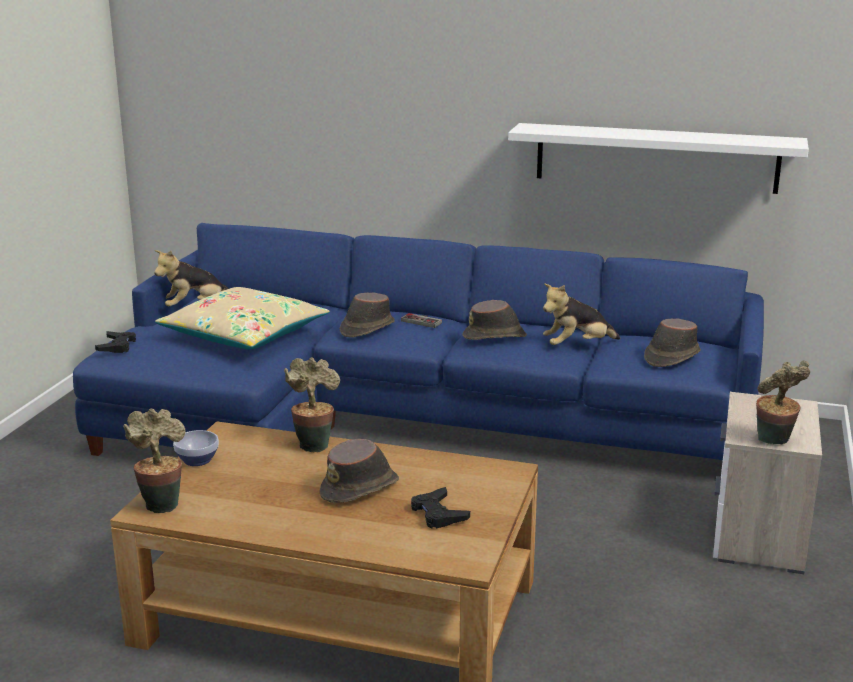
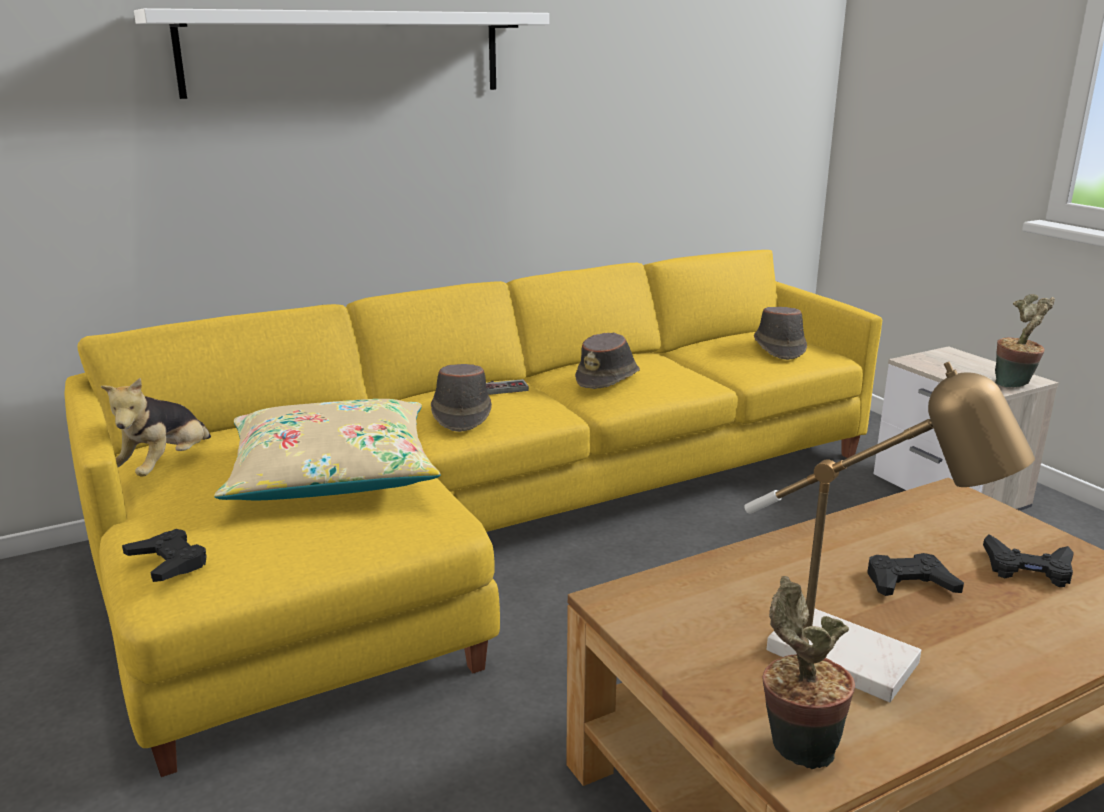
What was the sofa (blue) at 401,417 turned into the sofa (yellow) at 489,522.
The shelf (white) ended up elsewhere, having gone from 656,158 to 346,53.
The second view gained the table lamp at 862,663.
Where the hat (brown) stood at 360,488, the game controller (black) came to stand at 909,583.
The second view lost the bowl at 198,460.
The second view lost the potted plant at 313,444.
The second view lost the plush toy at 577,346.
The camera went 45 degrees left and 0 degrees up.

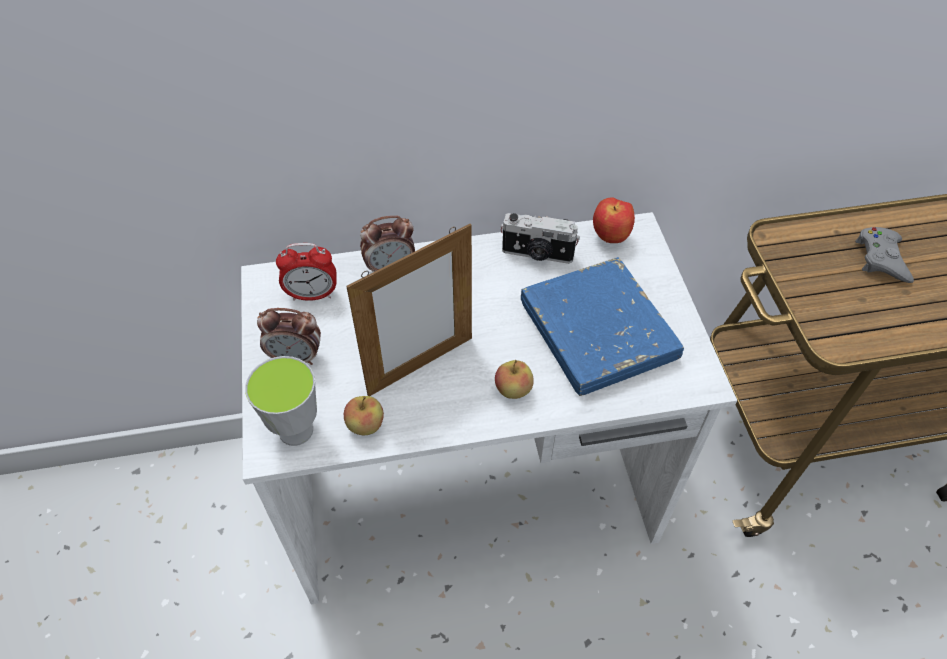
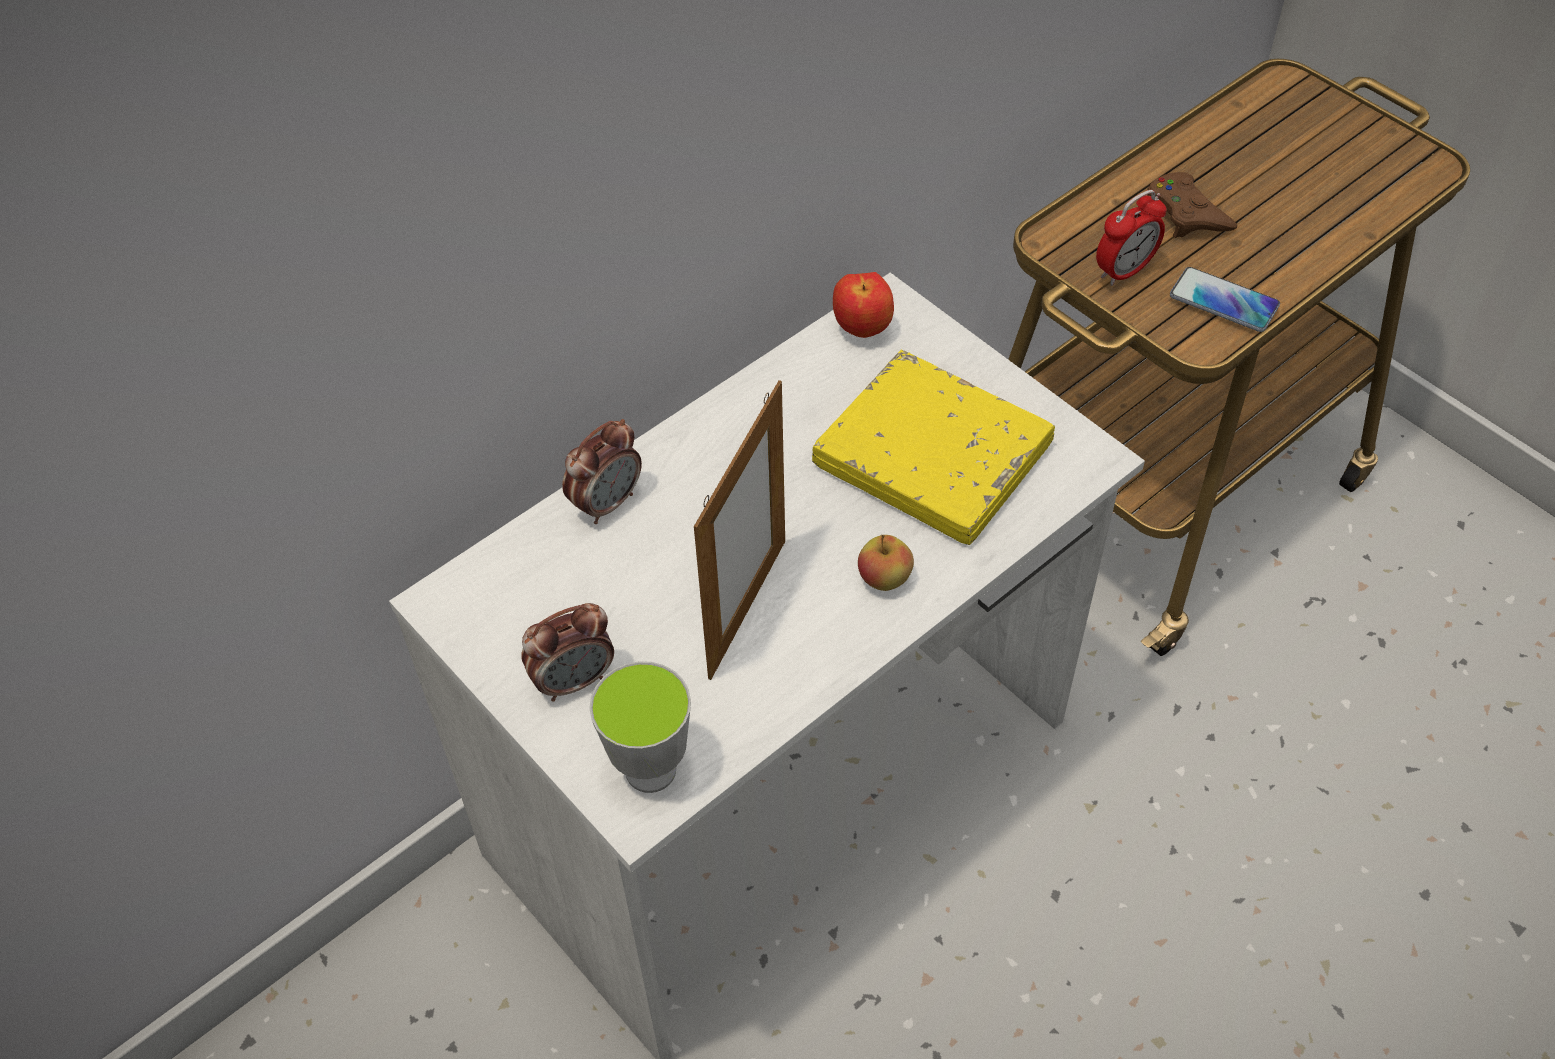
What was the book (blue) at 597,331 turned into the book (yellow) at 932,456.
The alarm clock ended up elsewhere, having gone from 312,295 to 1124,271.
What was the game controller (grey) at 881,259 turned into the game controller (brown) at 1185,213.
The second view gained the phone at 1223,301.
The second view lost the apple at 365,425.
The second view lost the photo camera at 537,254.
The camera went 30 degrees left and 0 degrees up.

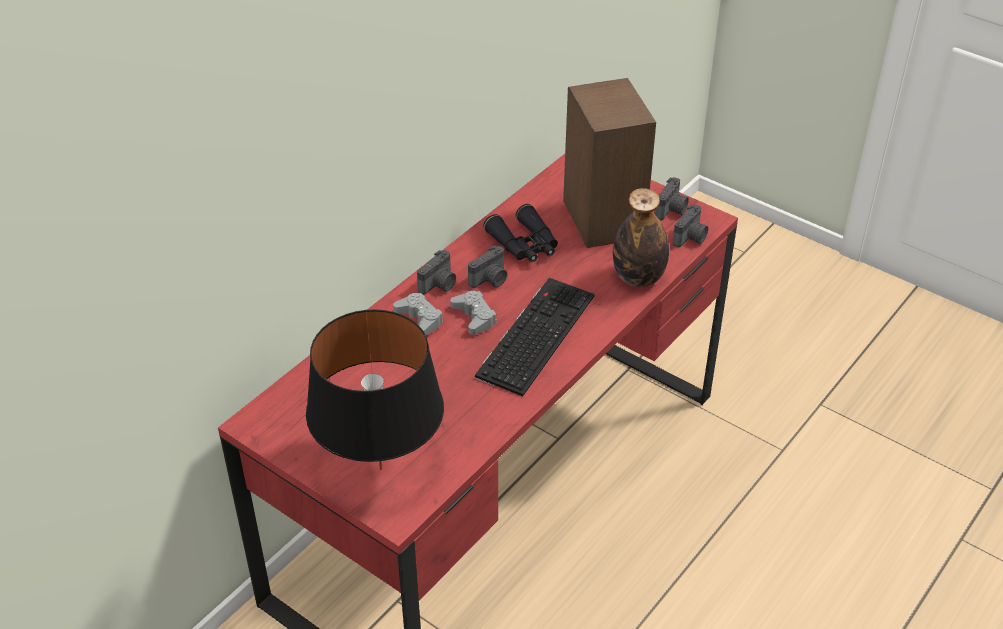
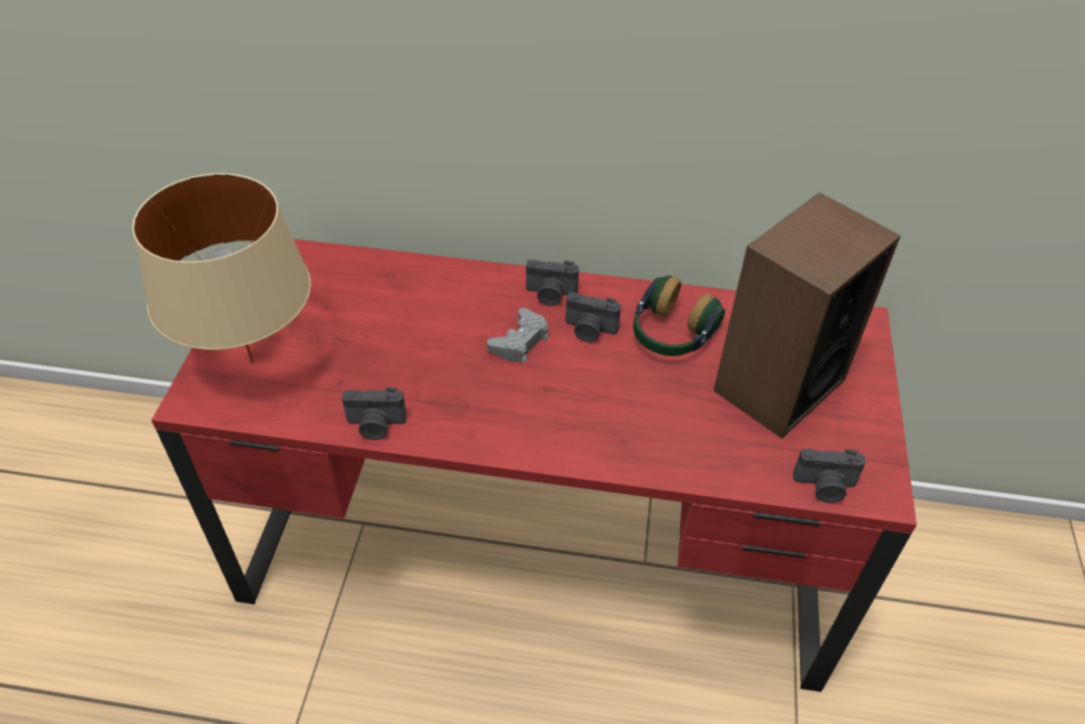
What was the table lamp (black) at 380,469 turned into the table lamp (beige) at 252,362.
The photo camera ended up elsewhere, having gone from 672,210 to 375,425.
Where the binoculars (black) stood at 525,245, the headphones came to stand at 671,335.
The second view lost the game controller (grey) at 419,319.
The second view lost the keyboard at 535,334.
The second view lost the bottle at 638,278.
The camera went 60 degrees right and 5 degrees up.

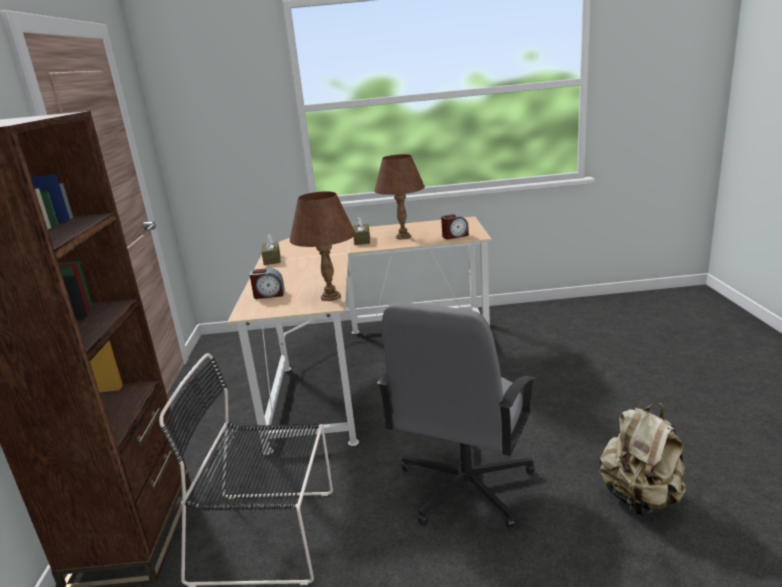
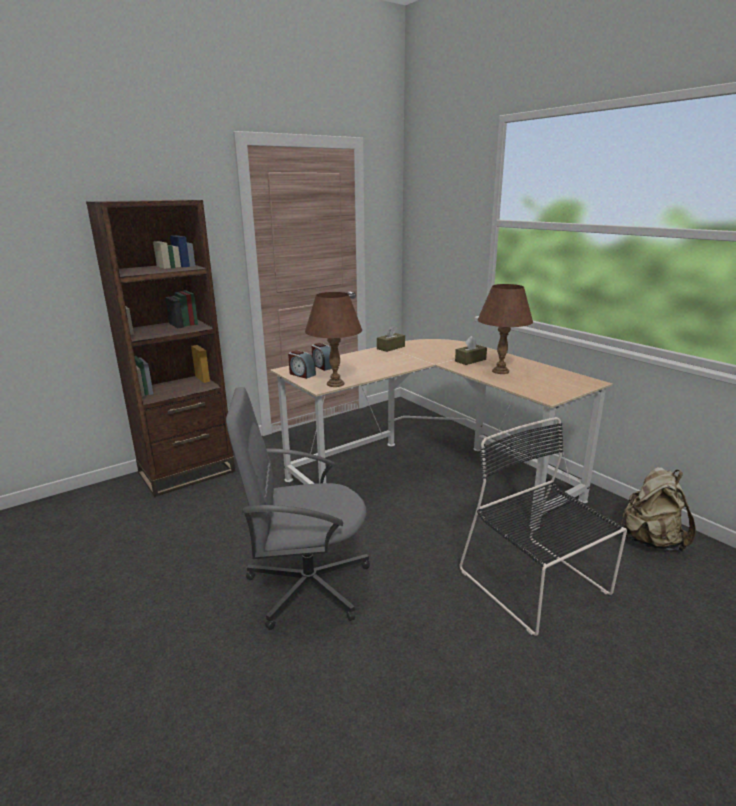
The alarm clock ended up elsewhere, having gone from 455,236 to 301,374.
The chair (black) ended up elsewhere, having gone from 270,535 to 536,585.
The backpack (beige) ended up elsewhere, having gone from 640,497 to 650,541.
The camera went 55 degrees right and 0 degrees up.

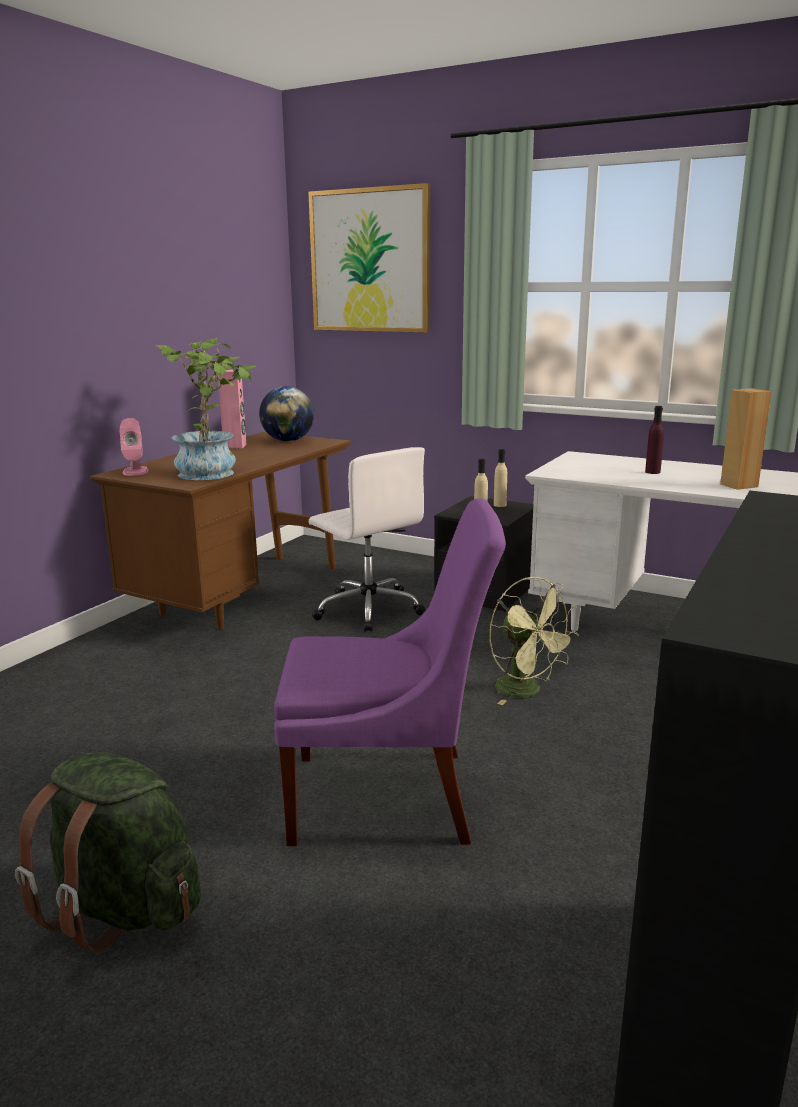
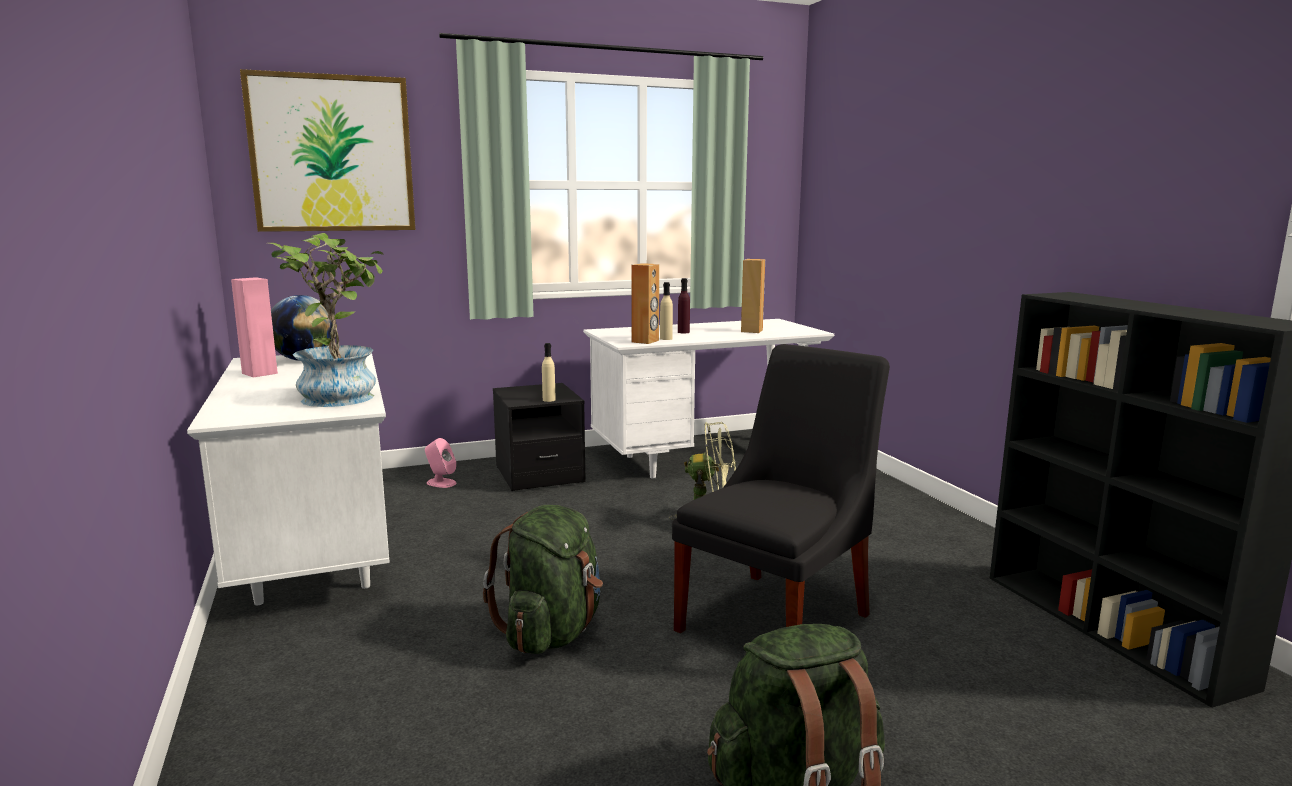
What was the desk (brown) at 242,595 turned into the desk (white) at 315,553.
The speaker (pink) ended up elsewhere, having gone from 135,471 to 441,483.
The second view gained the backpack (green) at 552,632.
The second view gained the speaker (brown) at 645,341.
The bottle (beige) ended up elsewhere, having gone from 500,505 to 666,339.
What was the chair (purple) at 390,797 turned into the chair (black) at 779,619.
The second view lost the office chair (white) at 368,609.
The camera went 50 degrees left and 5 degrees down.

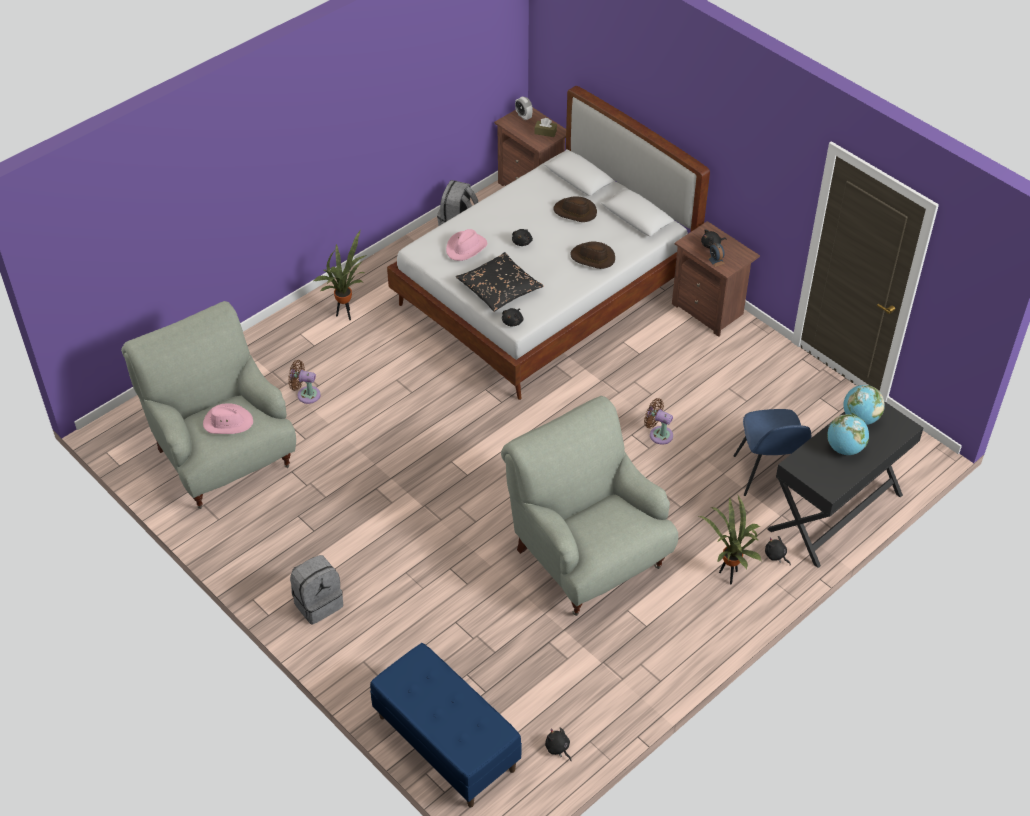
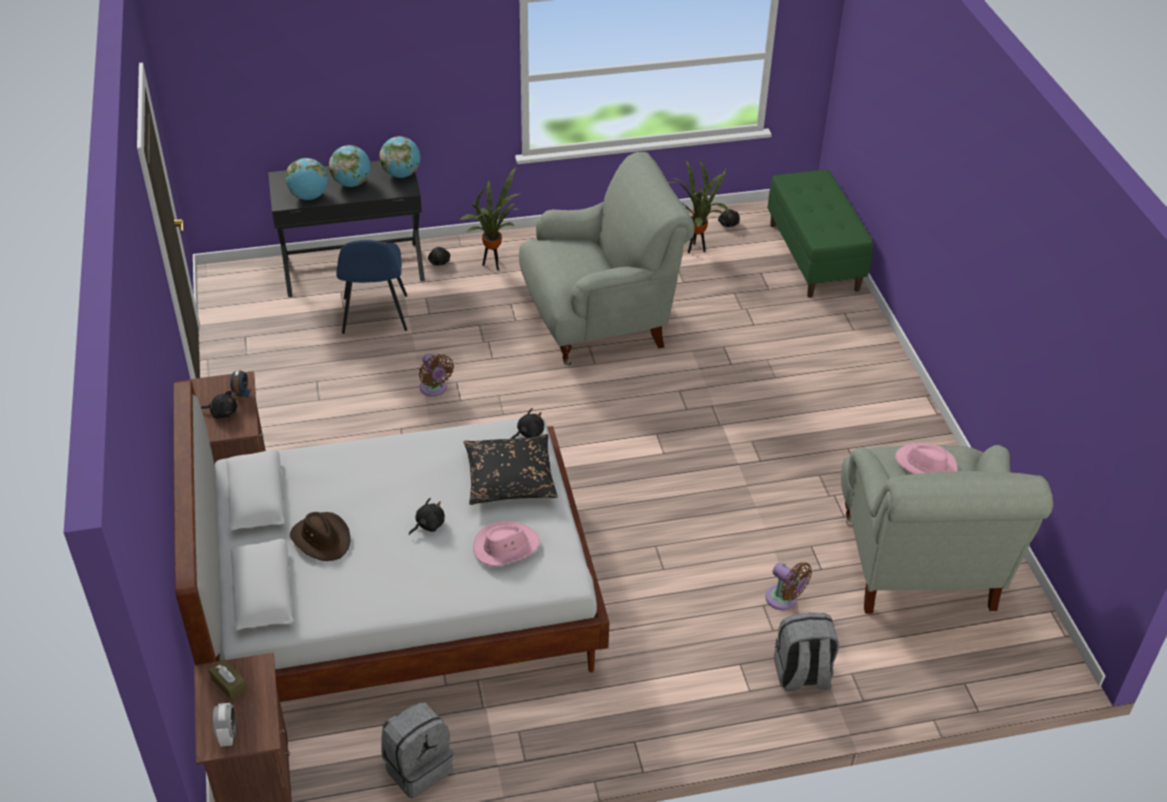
The chair (blue) at 768,475 ended up facing another way, 150 degrees clockwise from before.
The second view gained the globe at 401,174.
The armchair (grey) at 587,557 ended up facing another way, 105 degrees counterclockwise from before.
The potted plant ended up elsewhere, having gone from 346,314 to 694,249.
What was the bench (blue) at 445,743 turned into the bench (green) at 814,257.
The backpack (grey) ended up elsewhere, having gone from 318,603 to 801,675.
The second view lost the hat (brown) at 593,258.
The camera went 150 degrees left and 5 degrees down.

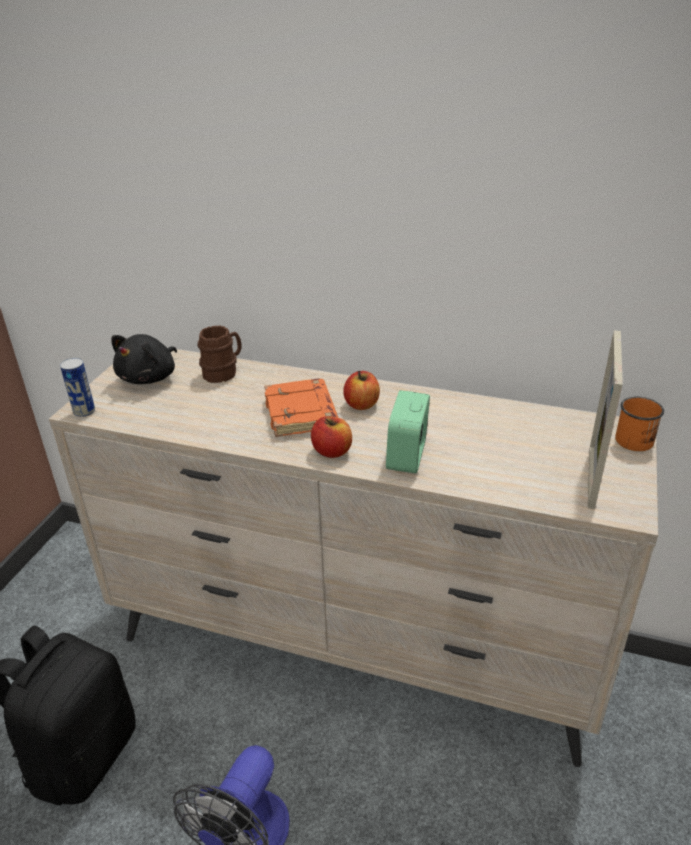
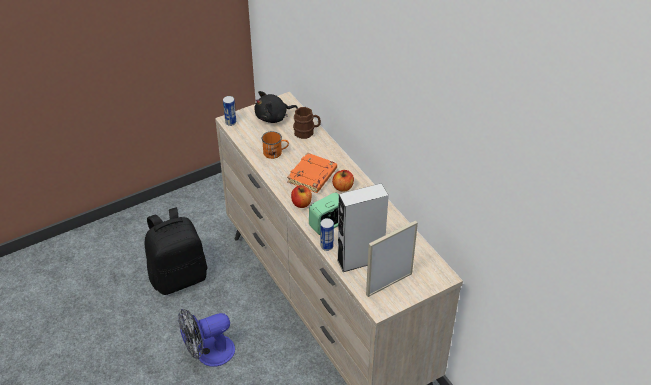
The mug (orange) ended up elsewhere, having gone from 637,438 to 275,152.
The second view gained the can at 327,246.
The second view gained the speaker (grey) at 360,260.
The camera went 40 degrees right and 10 degrees up.

